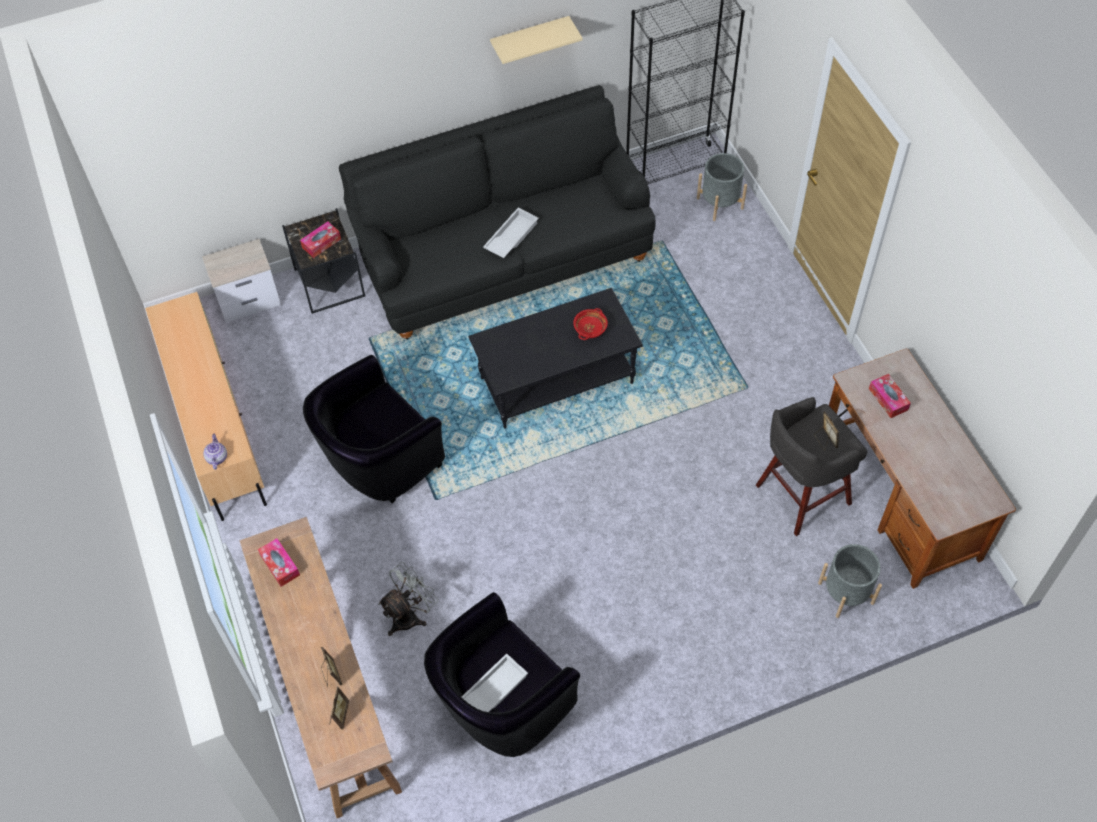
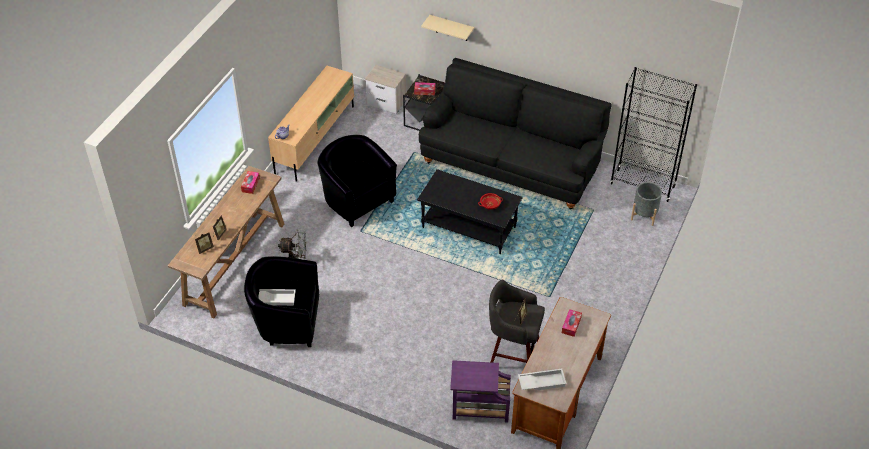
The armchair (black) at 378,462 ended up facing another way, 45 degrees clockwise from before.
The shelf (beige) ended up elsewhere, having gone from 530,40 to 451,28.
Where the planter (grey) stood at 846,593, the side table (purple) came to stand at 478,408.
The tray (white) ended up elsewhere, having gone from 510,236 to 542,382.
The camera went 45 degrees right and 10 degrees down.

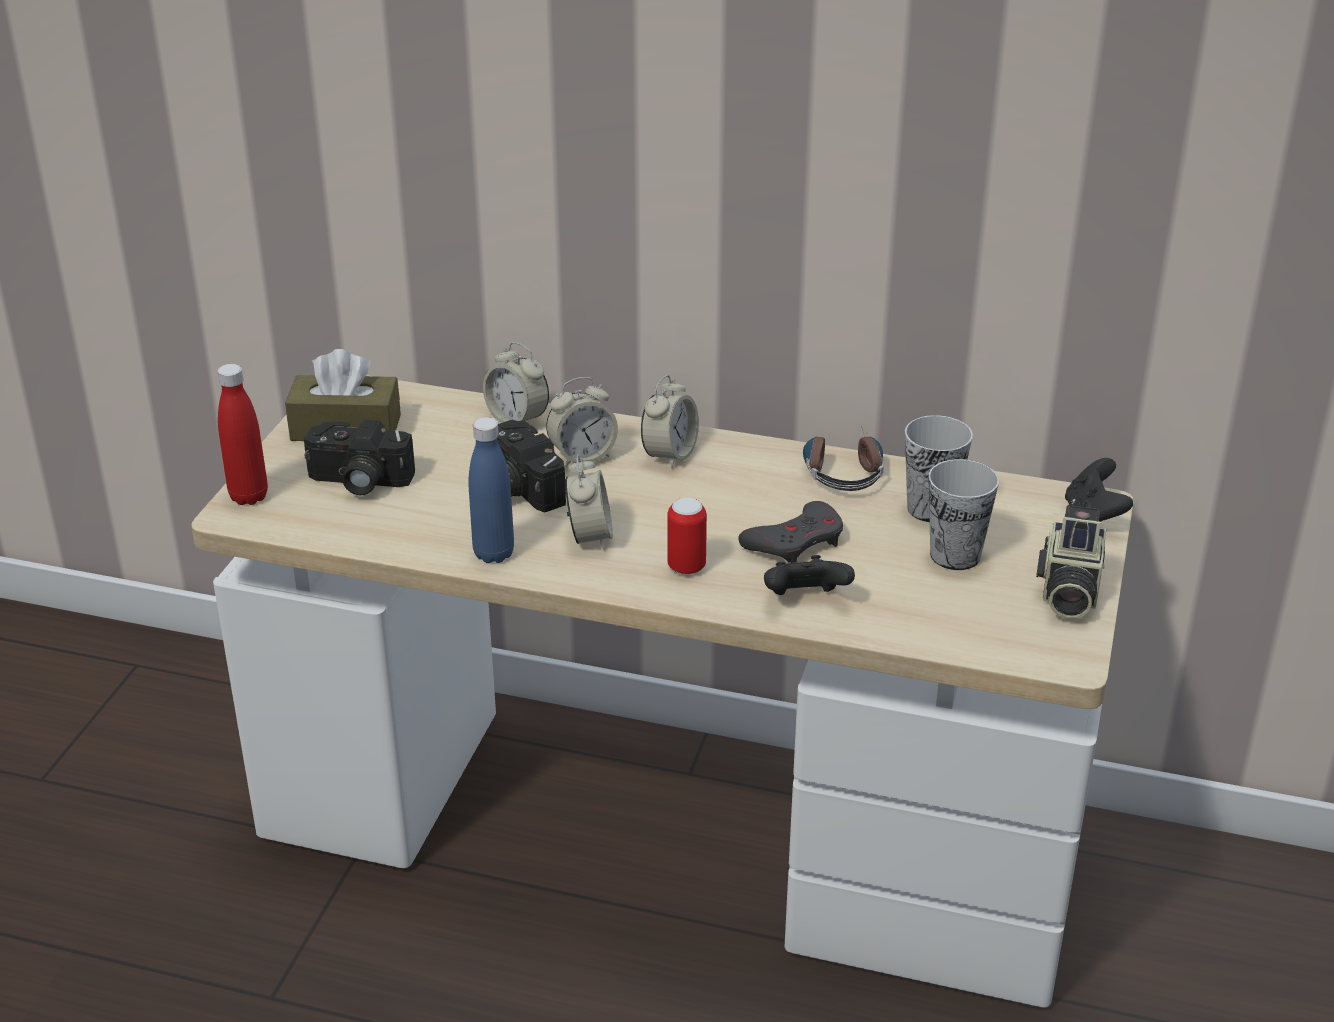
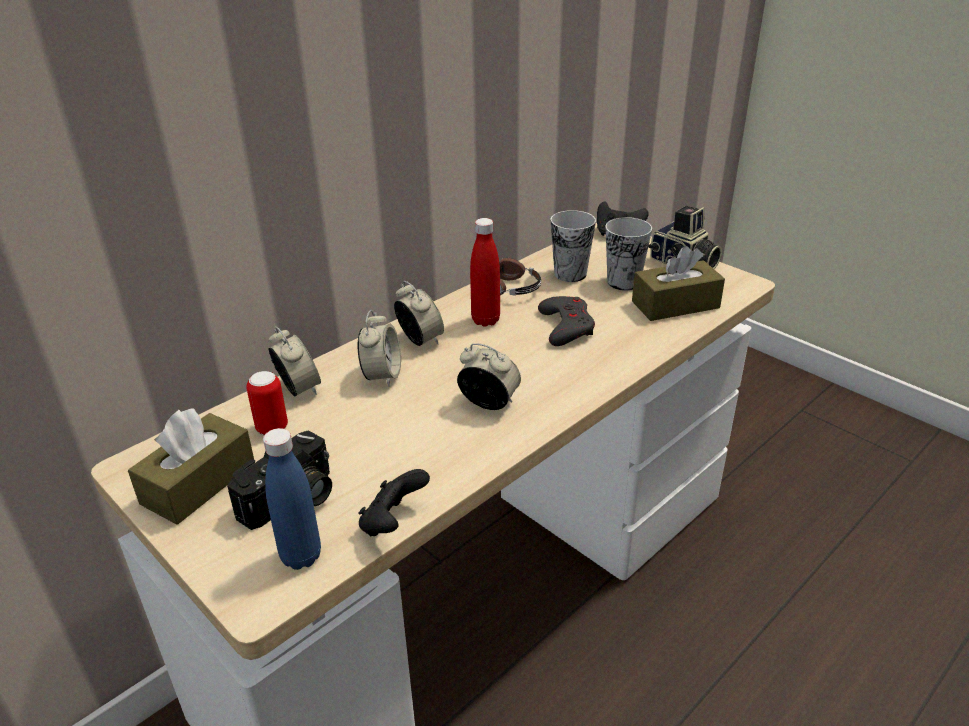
The can ended up elsewhere, having gone from 686,567 to 272,428.
The bottle (blue) ended up elsewhere, having gone from 494,554 to 301,556.
The alarm clock at 517,419 ended up facing another way, 105 degrees counterclockwise from before.
The game controller (black) ended up elsewhere, having gone from 805,599 to 393,523.
The bottle (red) ended up elsewhere, having gone from 249,496 to 485,320.
The second view gained the tissue box (brown) at 675,305.
The second view lost the photo camera at 518,487.
The camera went 60 degrees left and 0 degrees up.

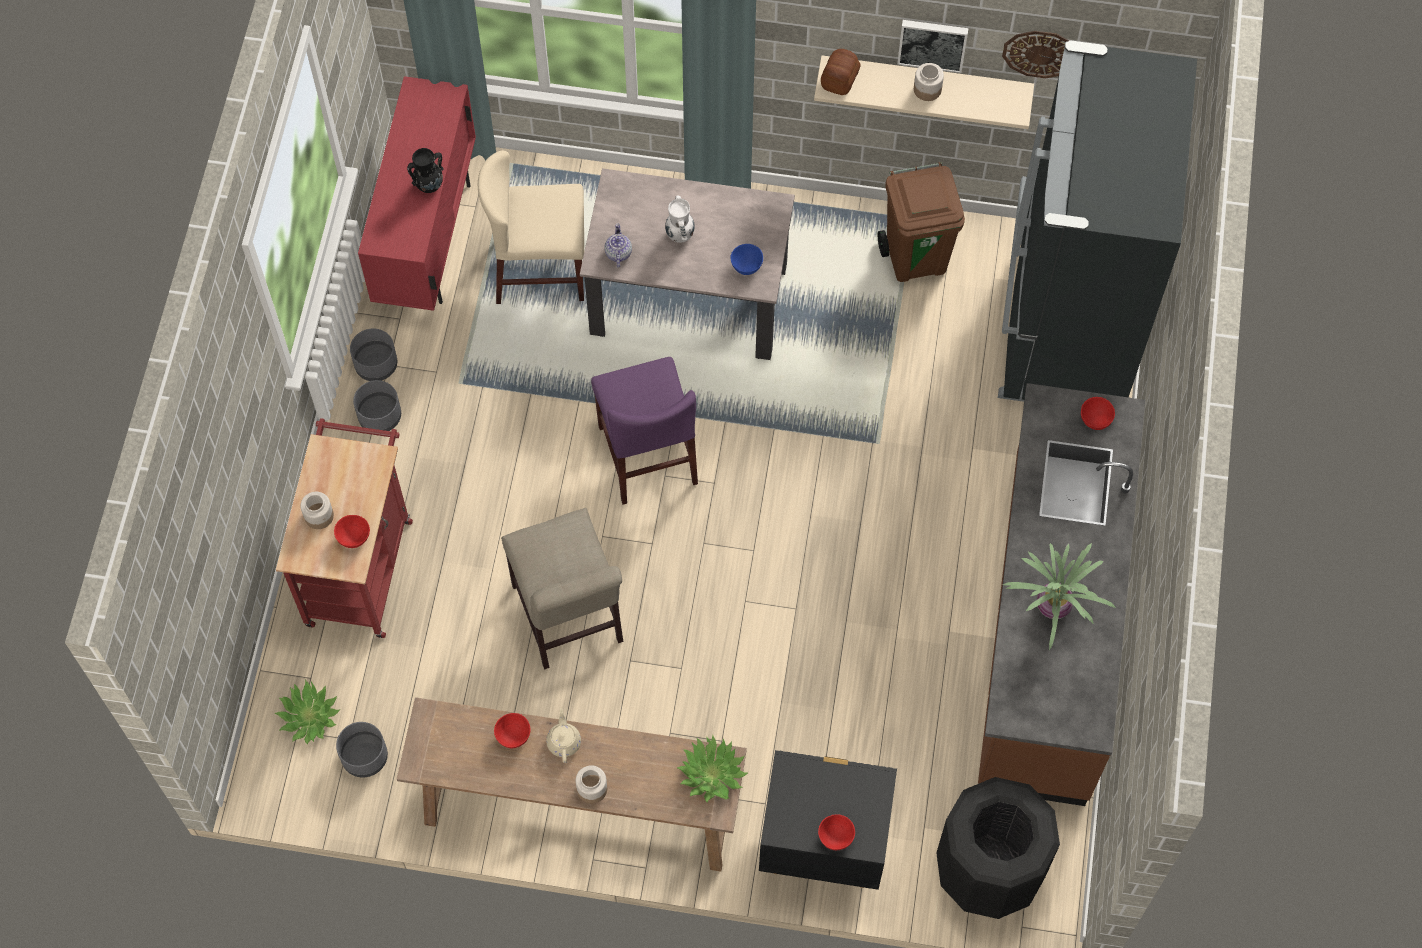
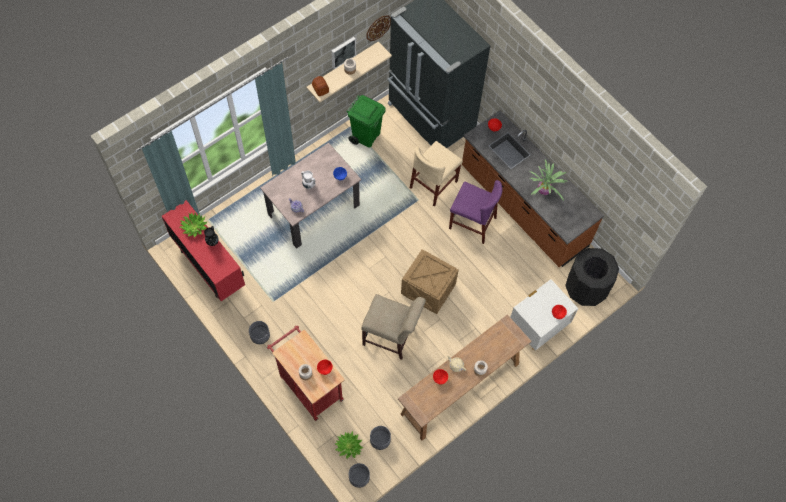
The potted plant ended up elsewhere, having gone from 712,773 to 194,227.
What was the trash can (brown) at 916,258 turned into the trash can (green) at 366,136.
The planter (grey) ended up elsewhere, having gone from 376,364 to 359,477.
The second view gained the crate at 429,289.
The chair (beige) ended up elsewhere, having gone from 540,270 to 433,184.
The chair (purple) ended up elsewhere, having gone from 647,454 to 472,223.
What was the nightstand (black) at 823,847 turned into the nightstand (white) at 537,328.
The camera went 50 degrees left and 0 degrees up.

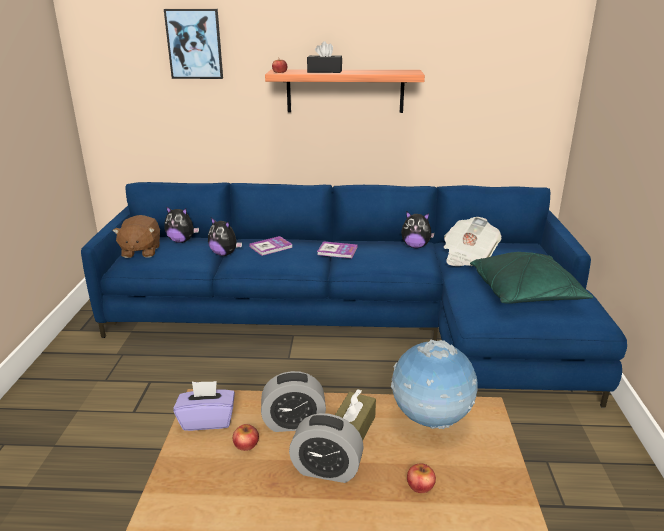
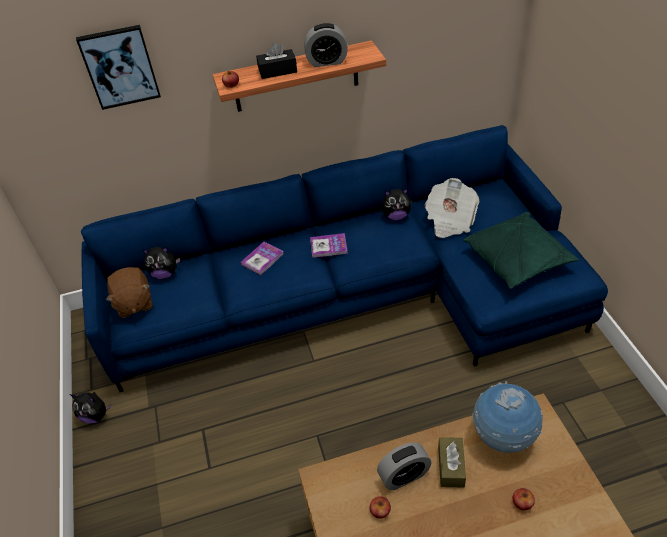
The plush toy ended up elsewhere, having gone from 224,254 to 96,415.
The alarm clock ended up elsewhere, having gone from 326,470 to 327,62.
The second view lost the tissue box (purple) at 207,420.
The camera went 15 degrees left and 20 degrees up.

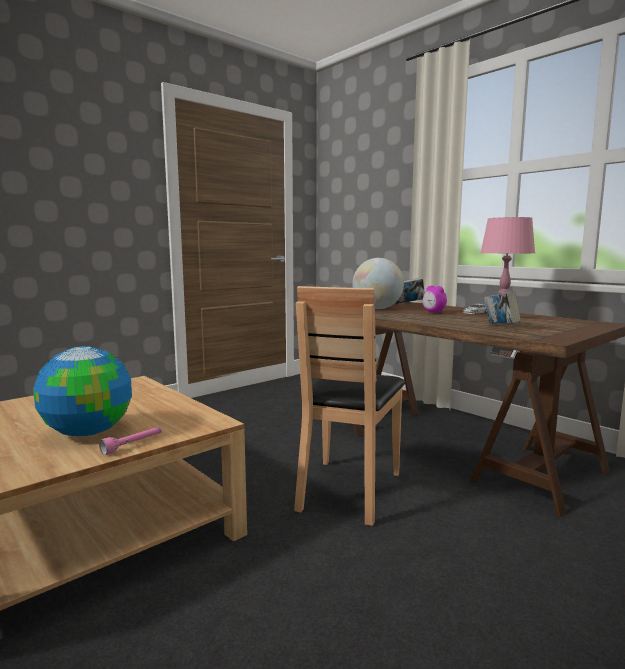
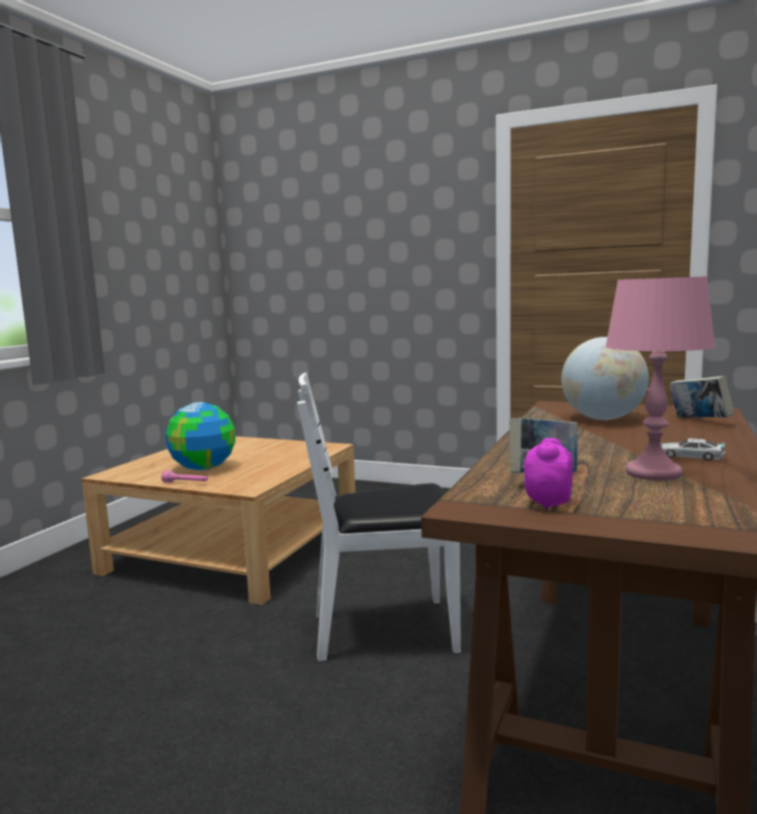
What was the chair (brown) at 348,490 turned into the chair (white) at 386,630.
The alarm clock ended up elsewhere, having gone from 433,312 to 547,503.
The camera went 65 degrees right and 0 degrees up.

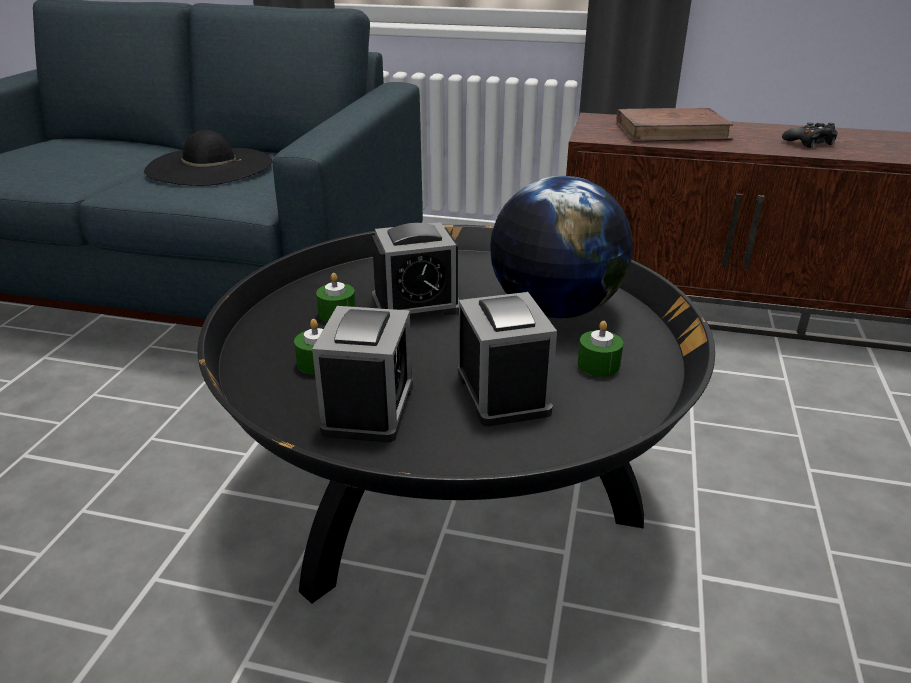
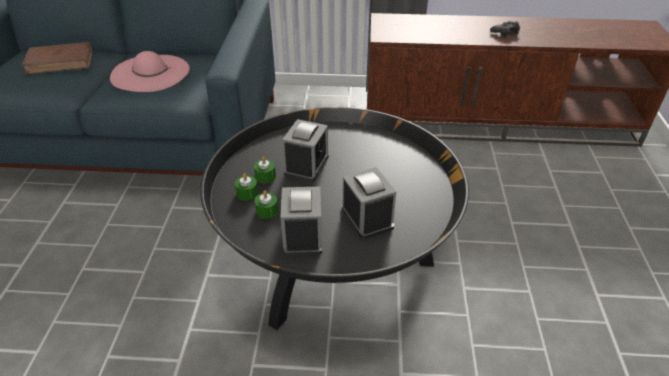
The book (brown) ended up elsewhere, having gone from 672,132 to 60,62.
What was the hat (black) at 209,166 turned into the hat (pink) at 150,73.
The candle (green) ended up elsewhere, having gone from 598,365 to 247,193.
The alarm clock at 416,304 ended up facing another way, 45 degrees counterclockwise from before.
The second view lost the globe at 555,310.
The camera went 10 degrees left and 10 degrees up.

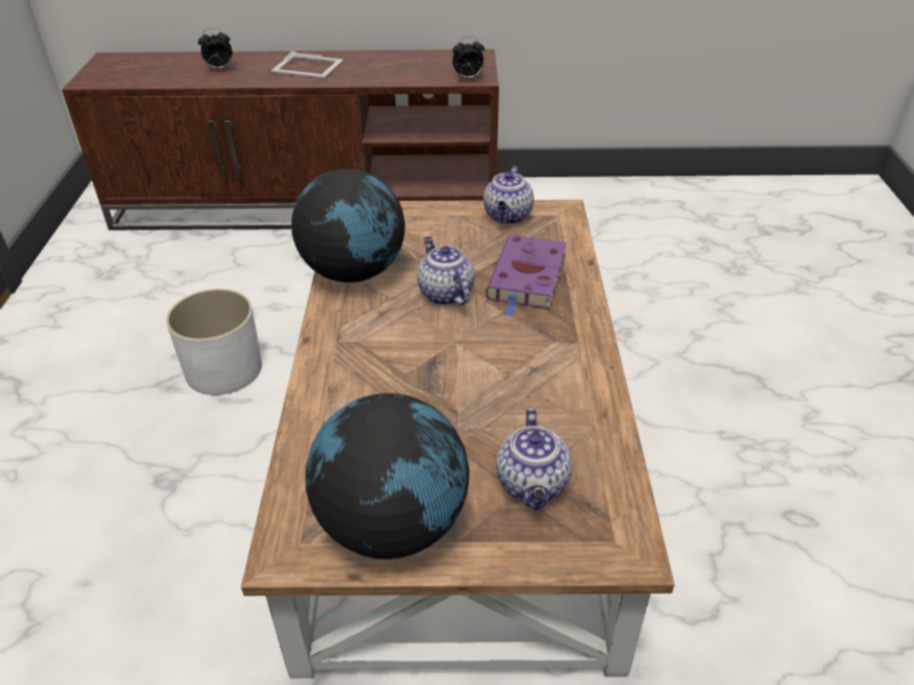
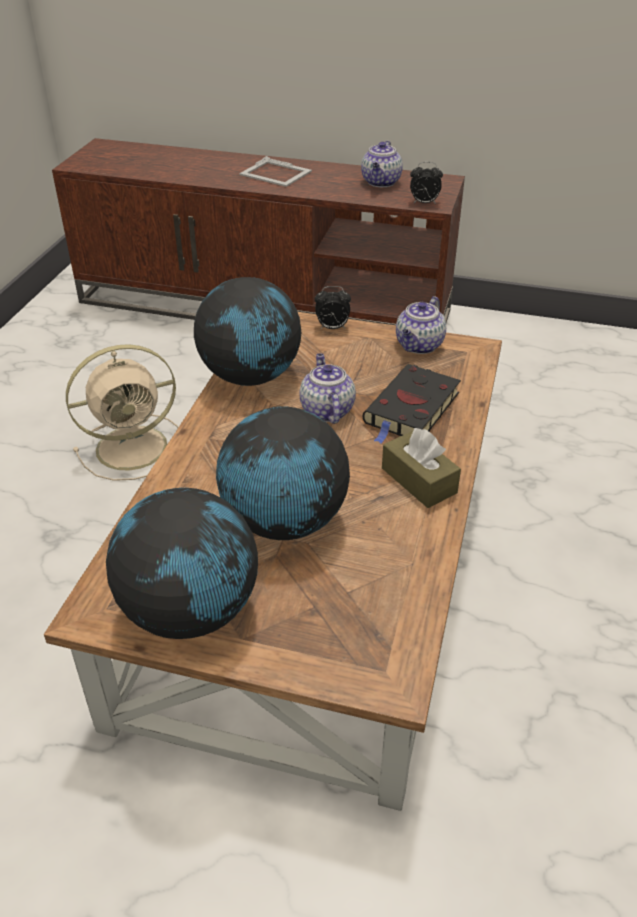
Where the planter (white) stood at 224,369, the fan (beige) came to stand at 135,447.
The second view gained the globe at 284,521.
The alarm clock ended up elsewhere, having gone from 219,69 to 332,328.
The teapot ended up elsewhere, having gone from 533,485 to 381,182.
What was the book (purple) at 527,279 turned into the book (black) at 411,410.
The second view gained the tissue box (brown) at 419,480.
The camera went 15 degrees right and 0 degrees up.

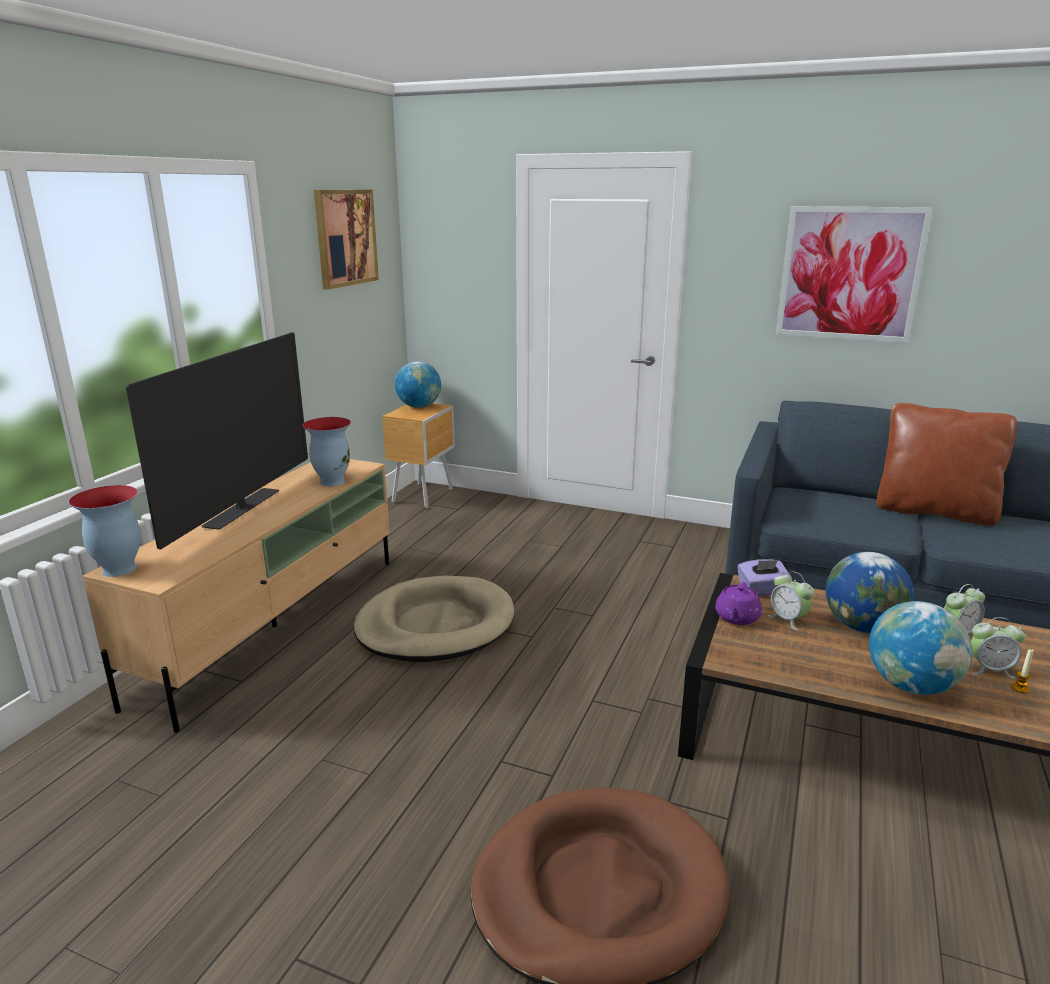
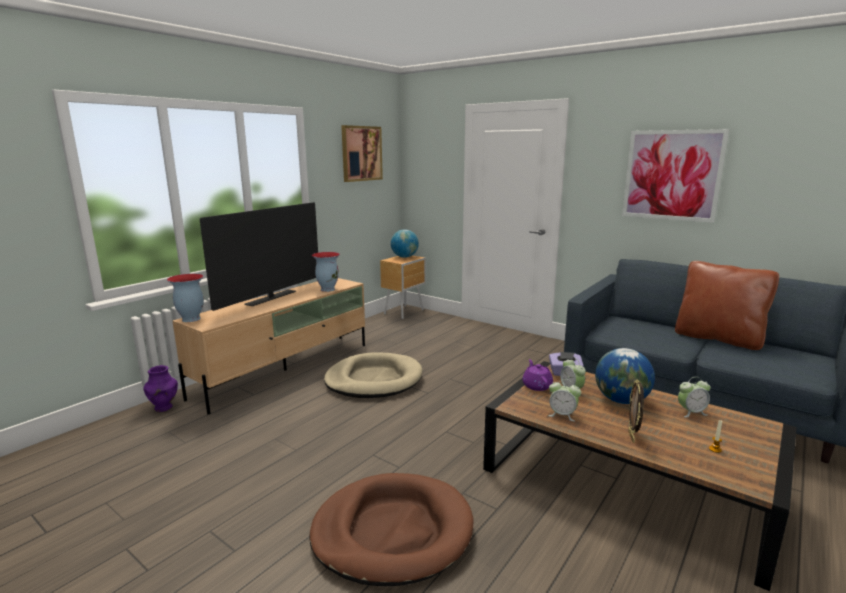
The second view gained the vase (purple) at 164,408.
The teapot (purple) at 737,618 ended up facing another way, 135 degrees clockwise from before.
The alarm clock ended up elsewhere, having gone from 989,670 to 562,415.
Where the globe stood at 911,686, the picture frame came to stand at 632,437.
The camera went 15 degrees right and 5 degrees down.

